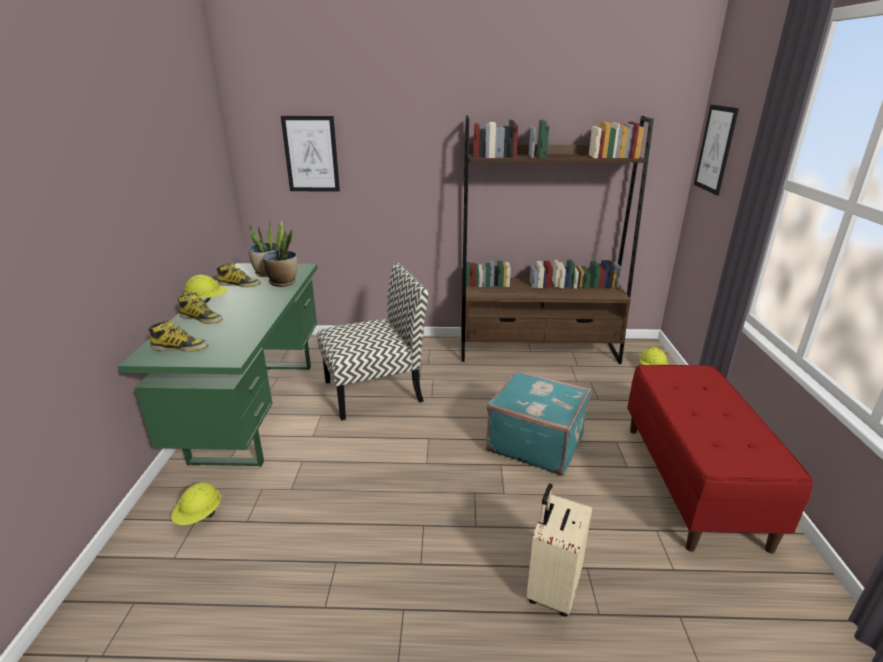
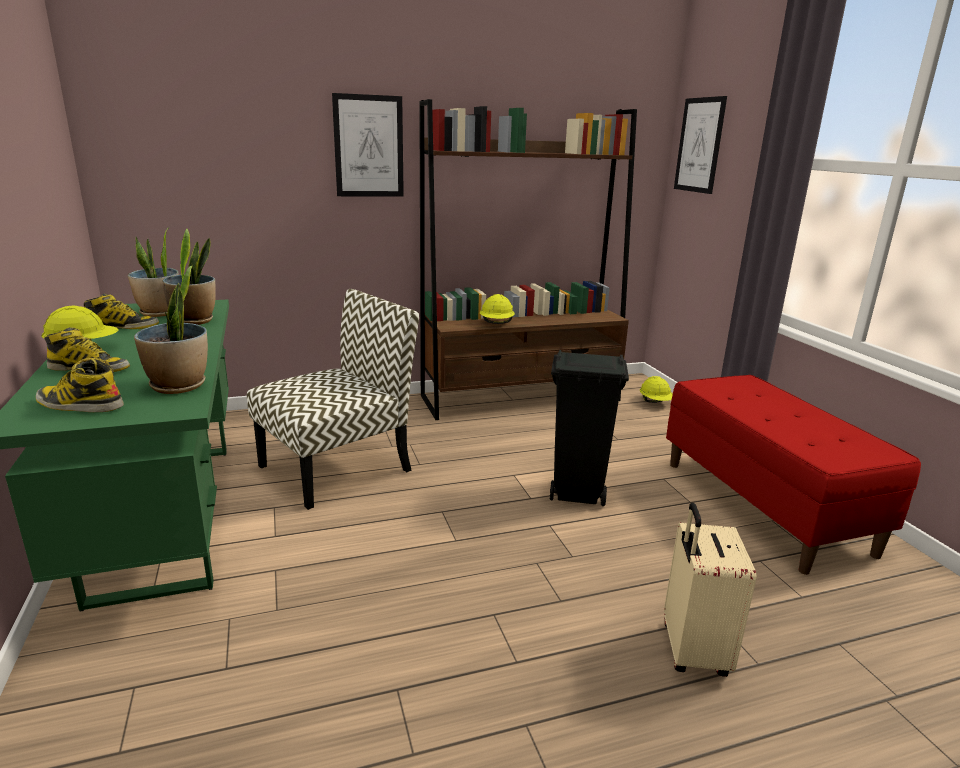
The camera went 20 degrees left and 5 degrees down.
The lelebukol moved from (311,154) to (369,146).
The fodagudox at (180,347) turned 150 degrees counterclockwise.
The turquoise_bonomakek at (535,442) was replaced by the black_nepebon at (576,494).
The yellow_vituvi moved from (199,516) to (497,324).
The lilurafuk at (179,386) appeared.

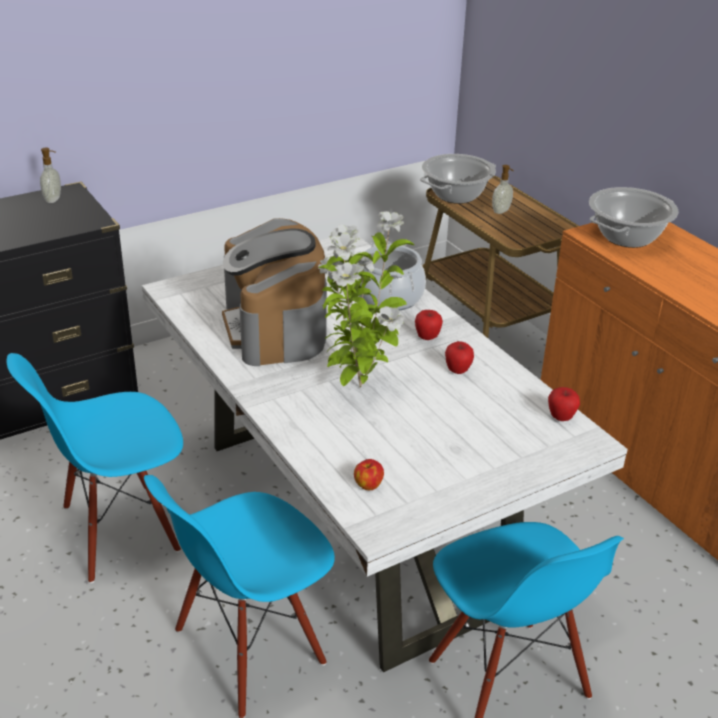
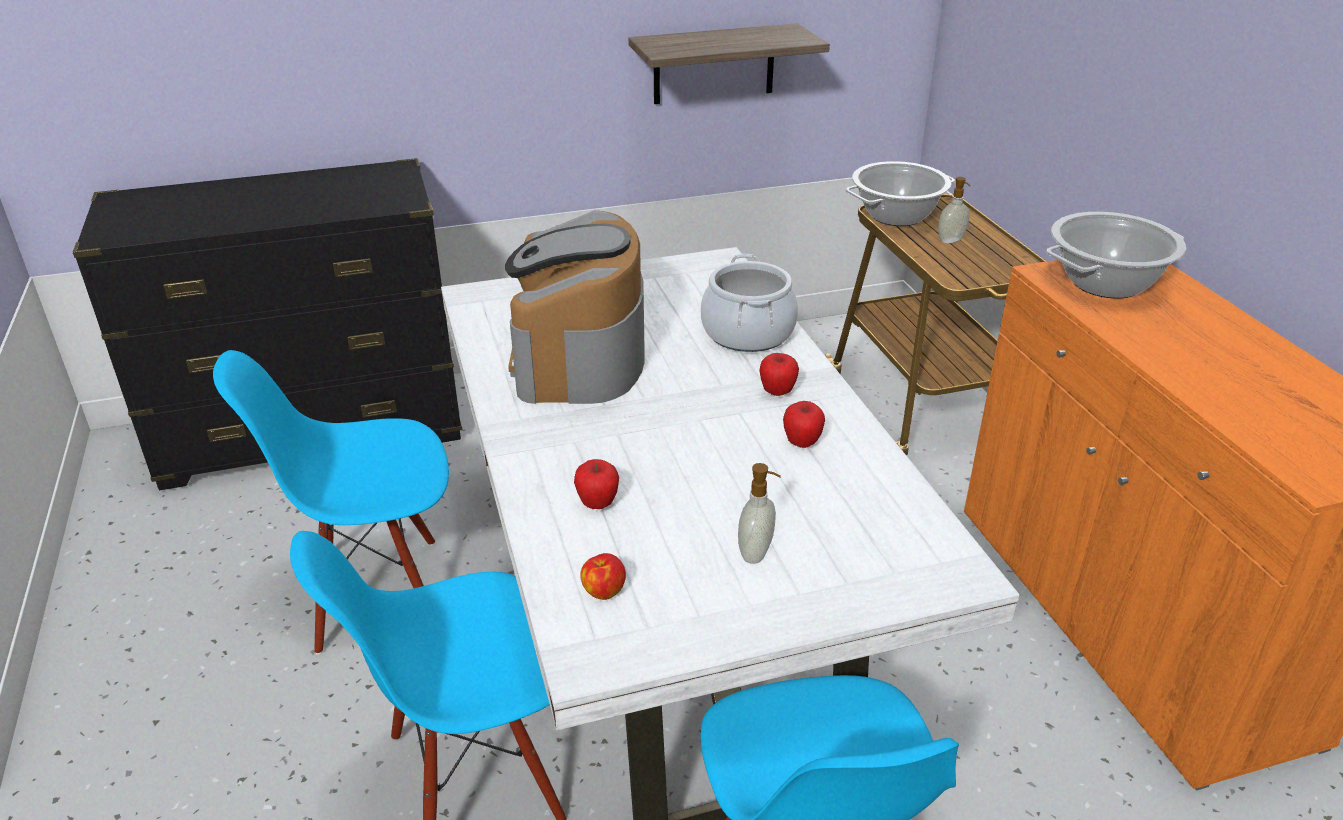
The camera went 15 degrees right and 0 degrees up.
The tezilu moved from (54,199) to (757,552).
The lilurafuk at (357,386) disappeared.
The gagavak moved from (561,418) to (597,504).
The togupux at (714,64) appeared.

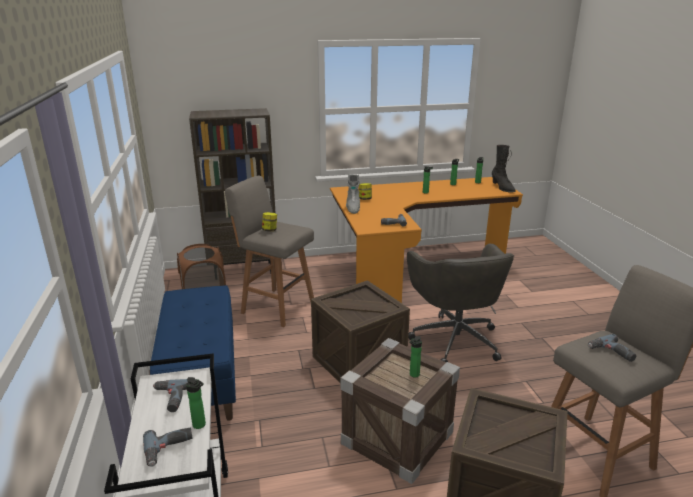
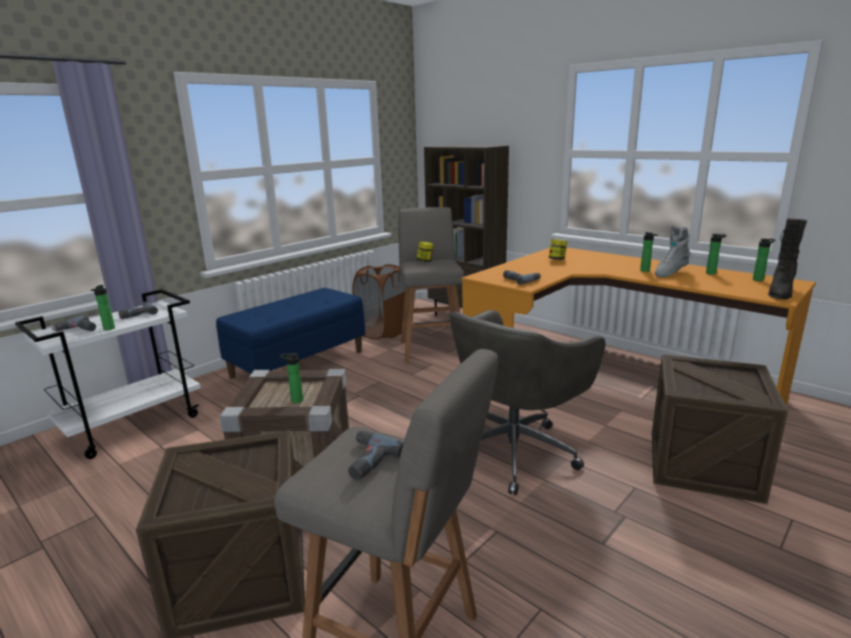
The camera went 55 degrees right and 5 degrees down.
The grey_fodagudox moved from (352,208) to (670,273).
The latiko moved from (358,362) to (703,464).

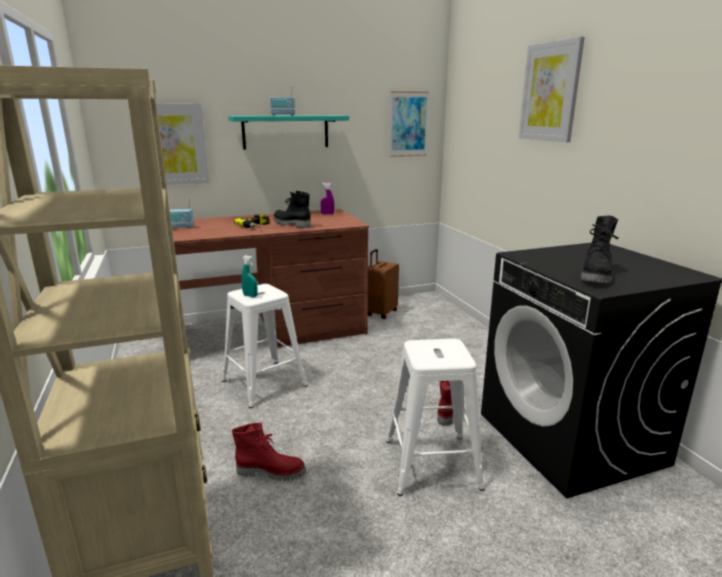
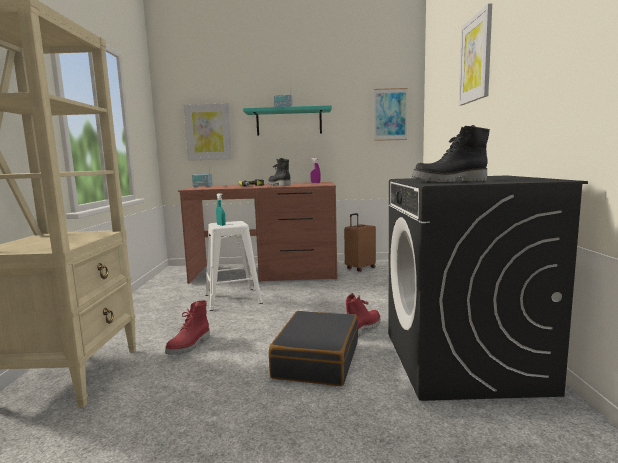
The camera went 20 degrees right and 10 degrees down.
The black_fodagudox at (596,276) turned 45 degrees clockwise.
The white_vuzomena at (433,464) was replaced by the black_bonomakek at (316,359).
The red_fodagudox at (271,471) turned 90 degrees clockwise.

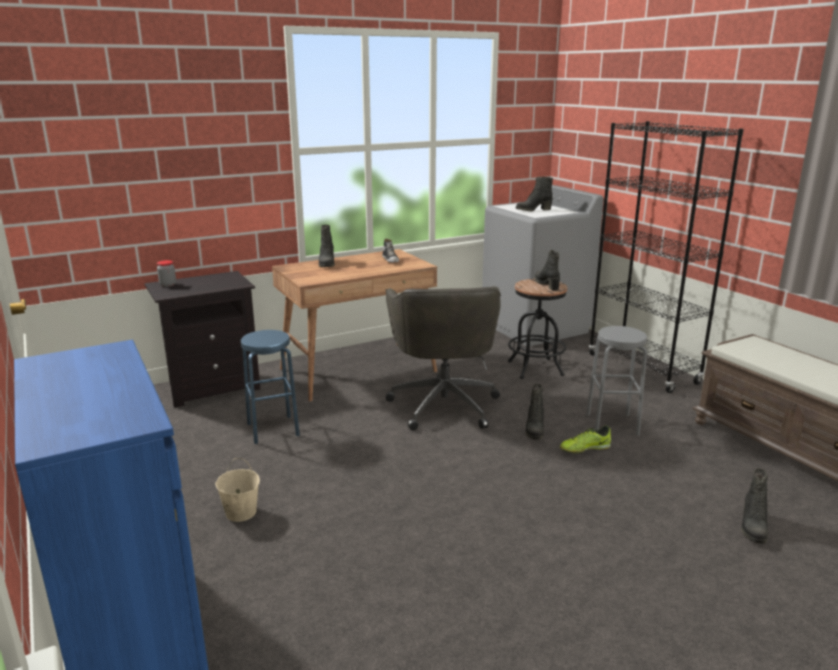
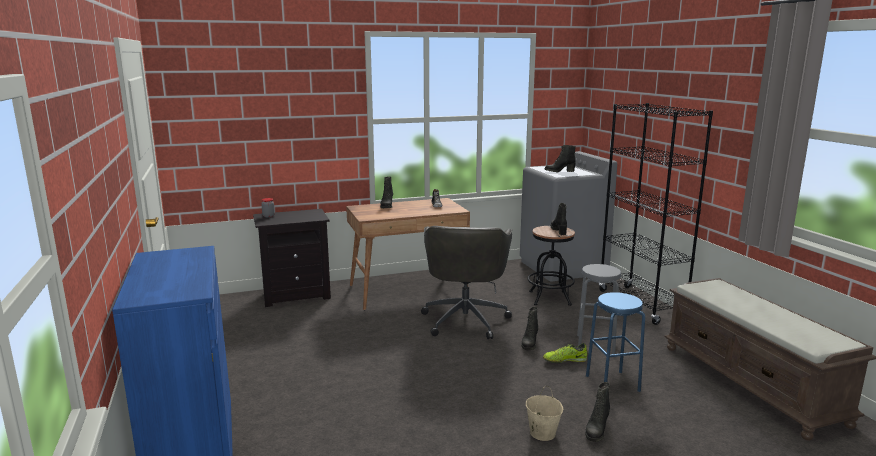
The camera went 10 degrees right and 5 degrees down.
The blue_vuzomena moved from (272,429) to (612,383).
The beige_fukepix moved from (240,512) to (542,433).
The black_fodagudox moved from (752,527) to (596,430).

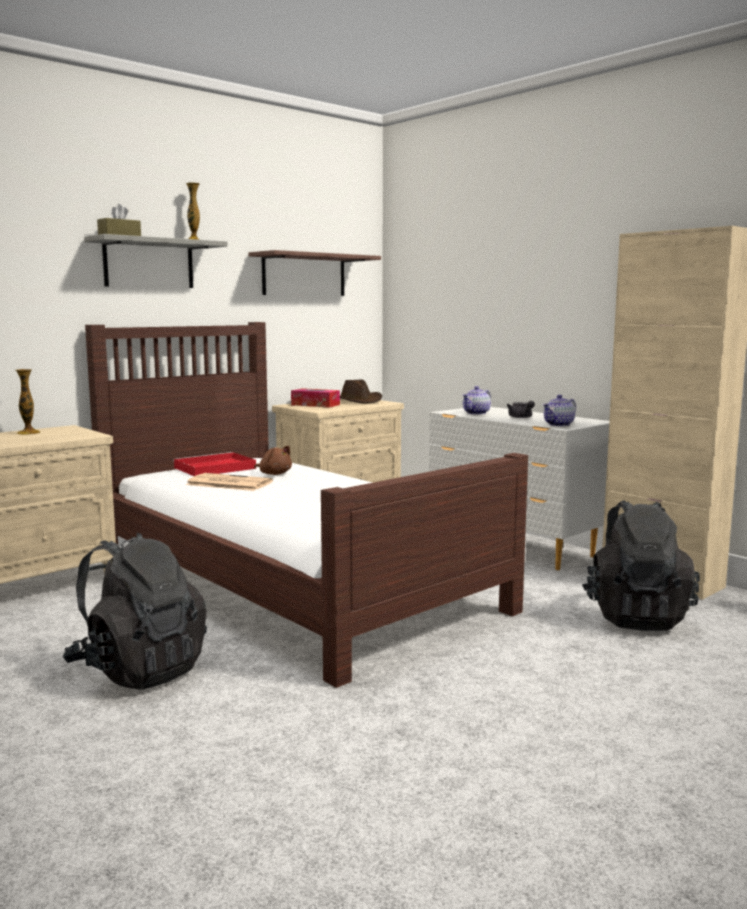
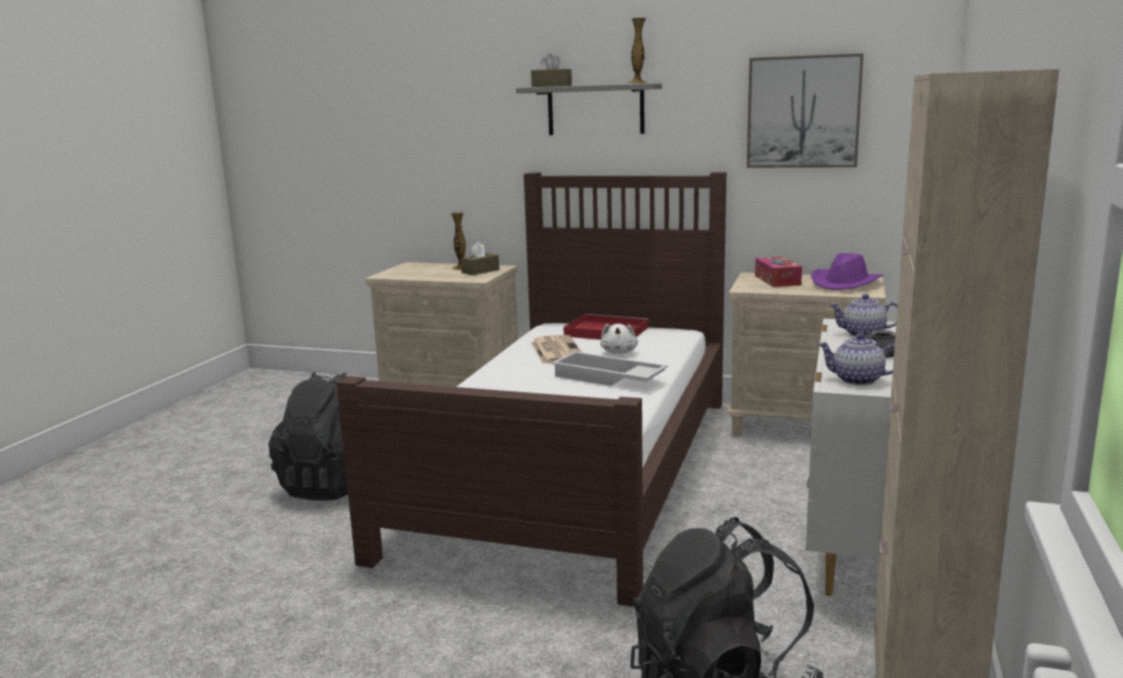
The camera went 60 degrees right and 5 degrees up.
The togupux at (304,275) was replaced by the lelebukol at (803,112).
The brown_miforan at (357,401) became the purple_miforan at (845,283).
The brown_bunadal at (274,474) became the white_bunadal at (619,352).
The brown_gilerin at (480,271) appeared.
The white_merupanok at (607,378) appeared.

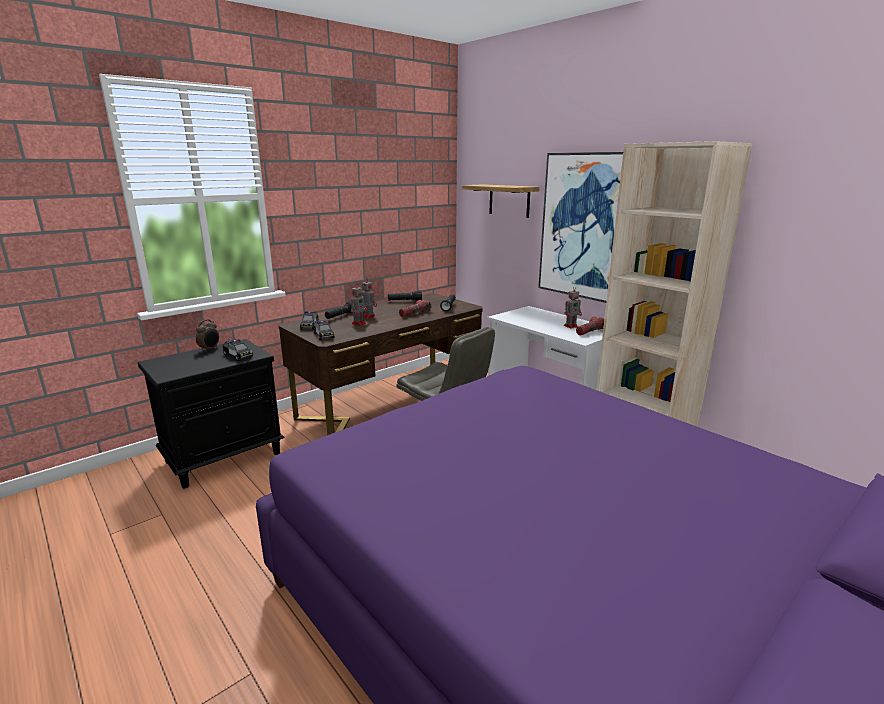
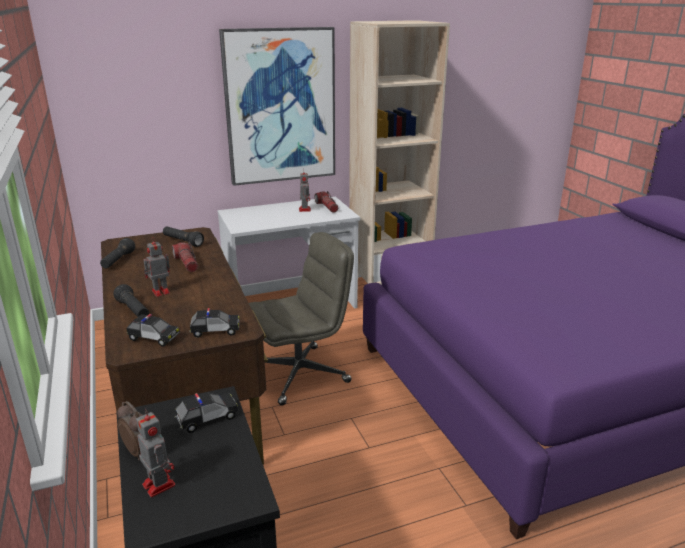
The camera went 70 degrees left and 5 degrees up.
The togupux at (509,200) disappeared.
The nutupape moved from (359,323) to (158,484).

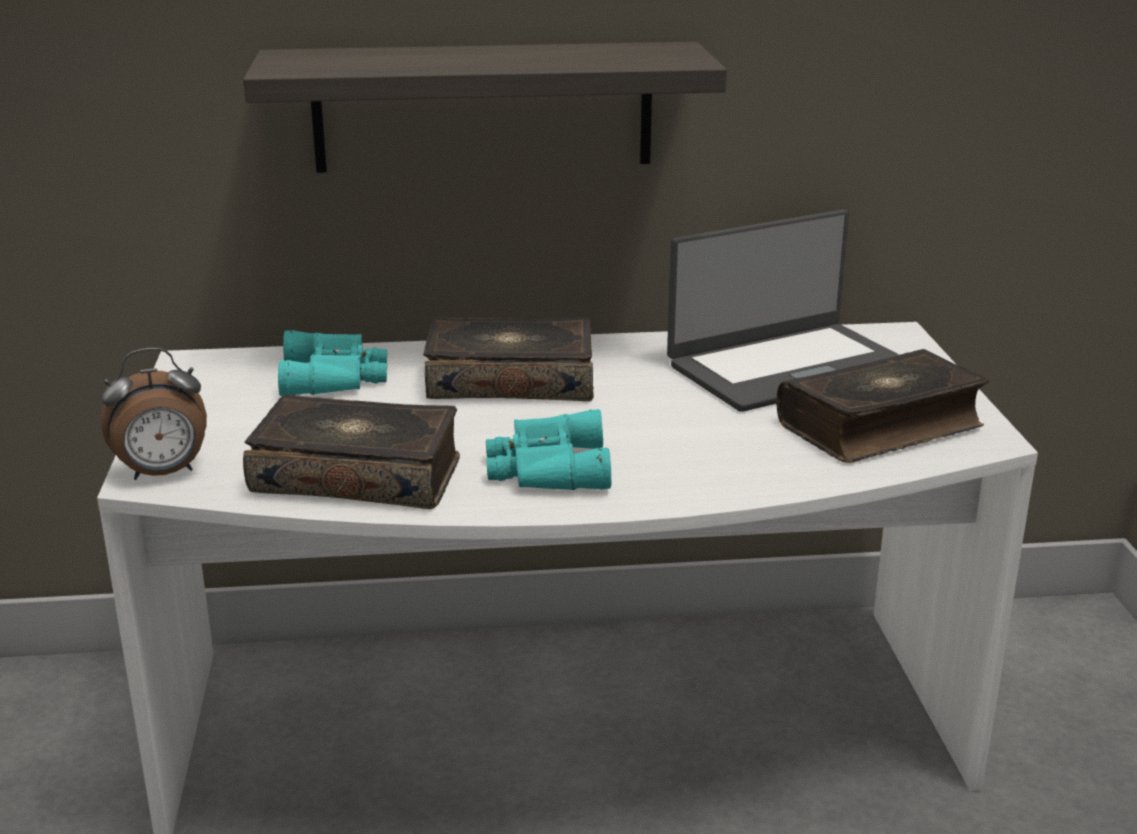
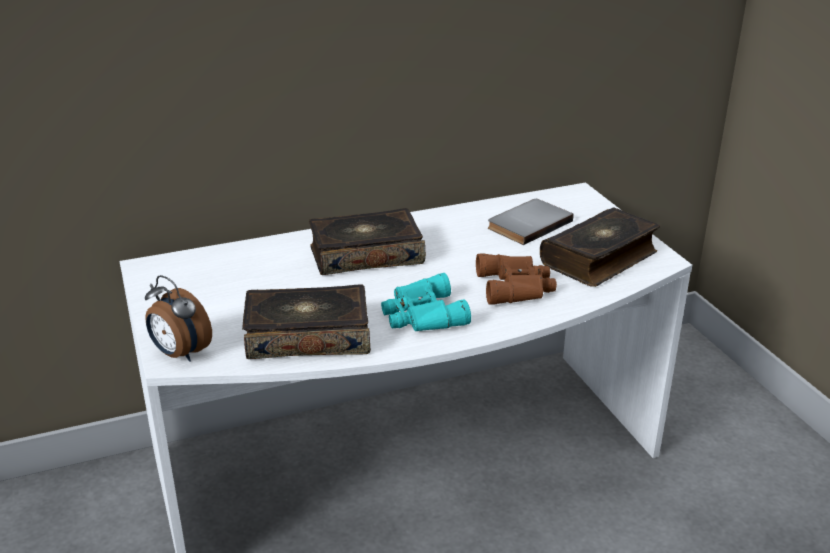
The camera went 15 degrees left and 5 degrees up.
The togupux at (483,107) disappeared.
The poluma at (787,367) was replaced by the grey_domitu at (527,224).
The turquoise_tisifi at (336,377) disappeared.
The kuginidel at (163,473) turned 75 degrees clockwise.
The brown_tisifi at (517,287) appeared.

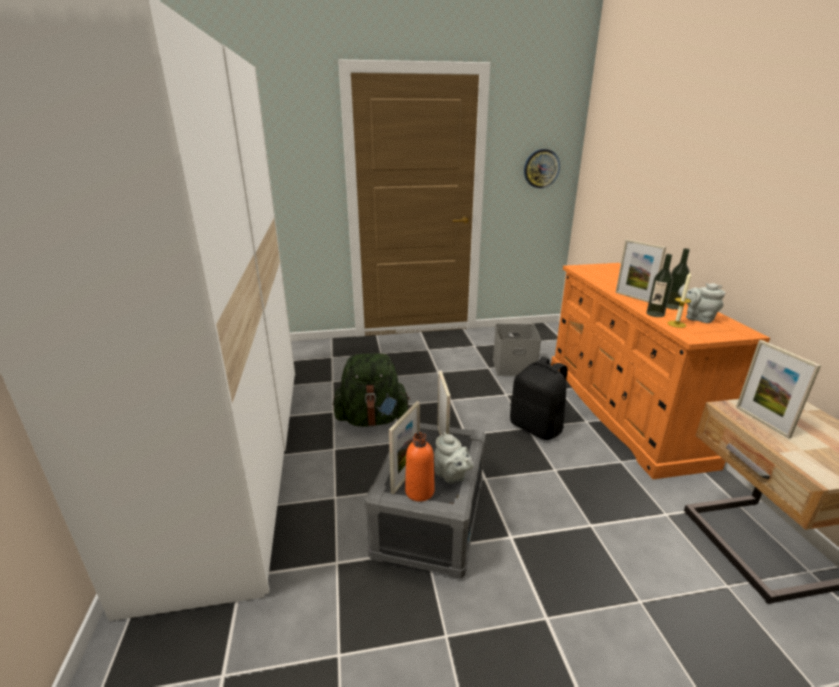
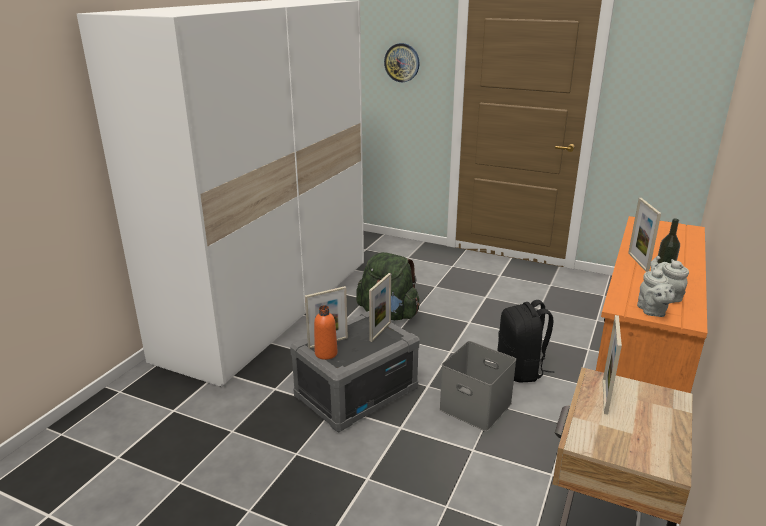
The camera went 35 degrees right and 0 degrees up.
The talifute moved from (541,168) to (402,62).
The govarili at (655,314) disappeared.
The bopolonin at (676,324) disappeared.
The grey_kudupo moved from (514,366) to (477,406).
The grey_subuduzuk moved from (452,476) to (652,311).

